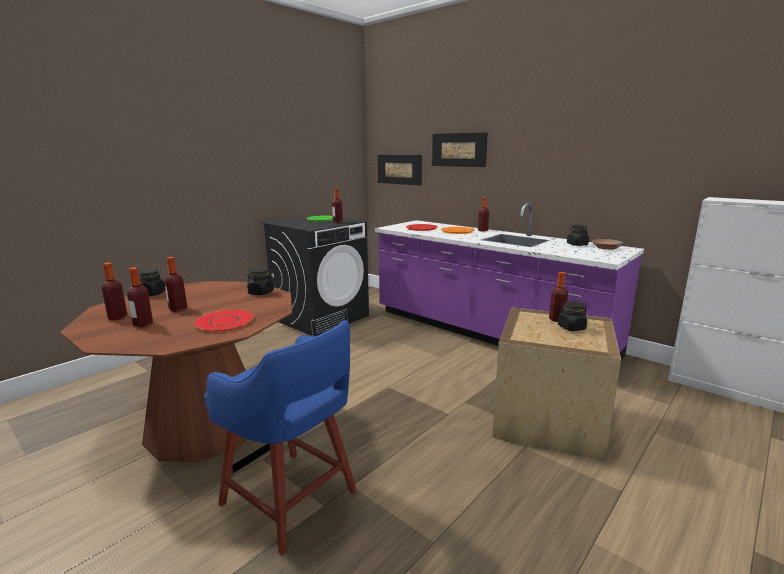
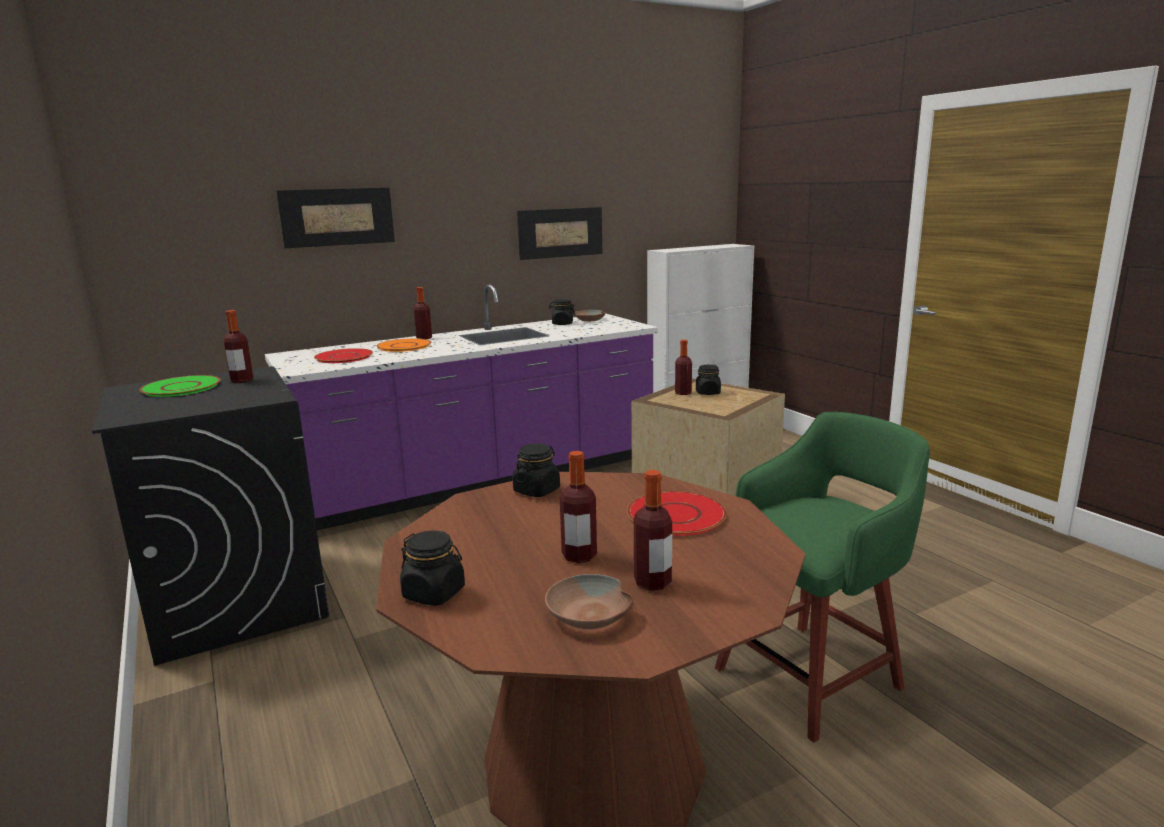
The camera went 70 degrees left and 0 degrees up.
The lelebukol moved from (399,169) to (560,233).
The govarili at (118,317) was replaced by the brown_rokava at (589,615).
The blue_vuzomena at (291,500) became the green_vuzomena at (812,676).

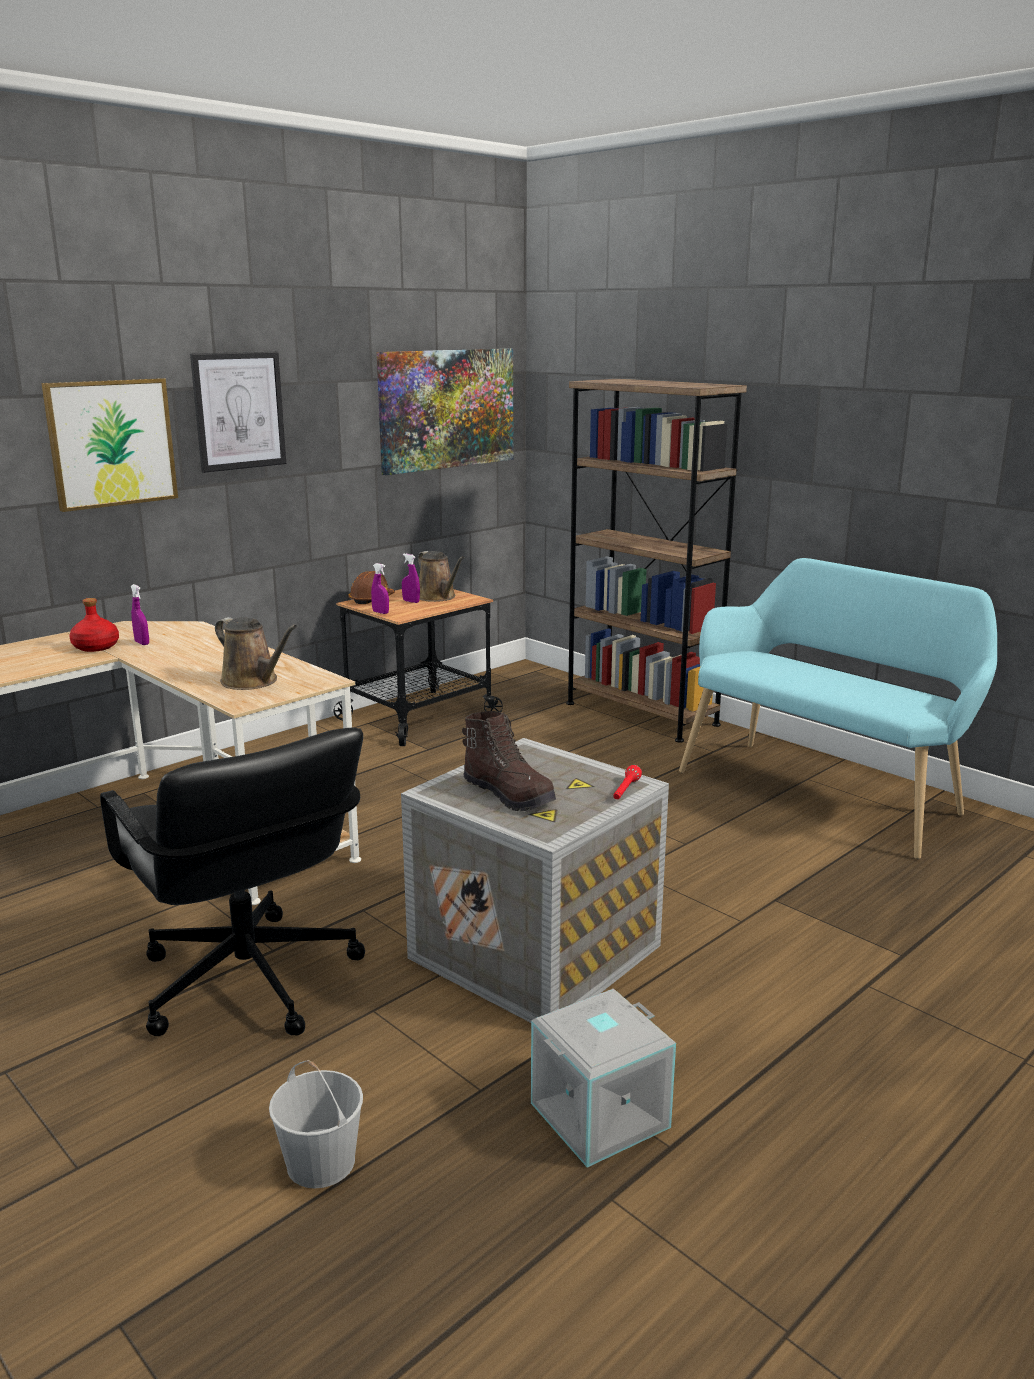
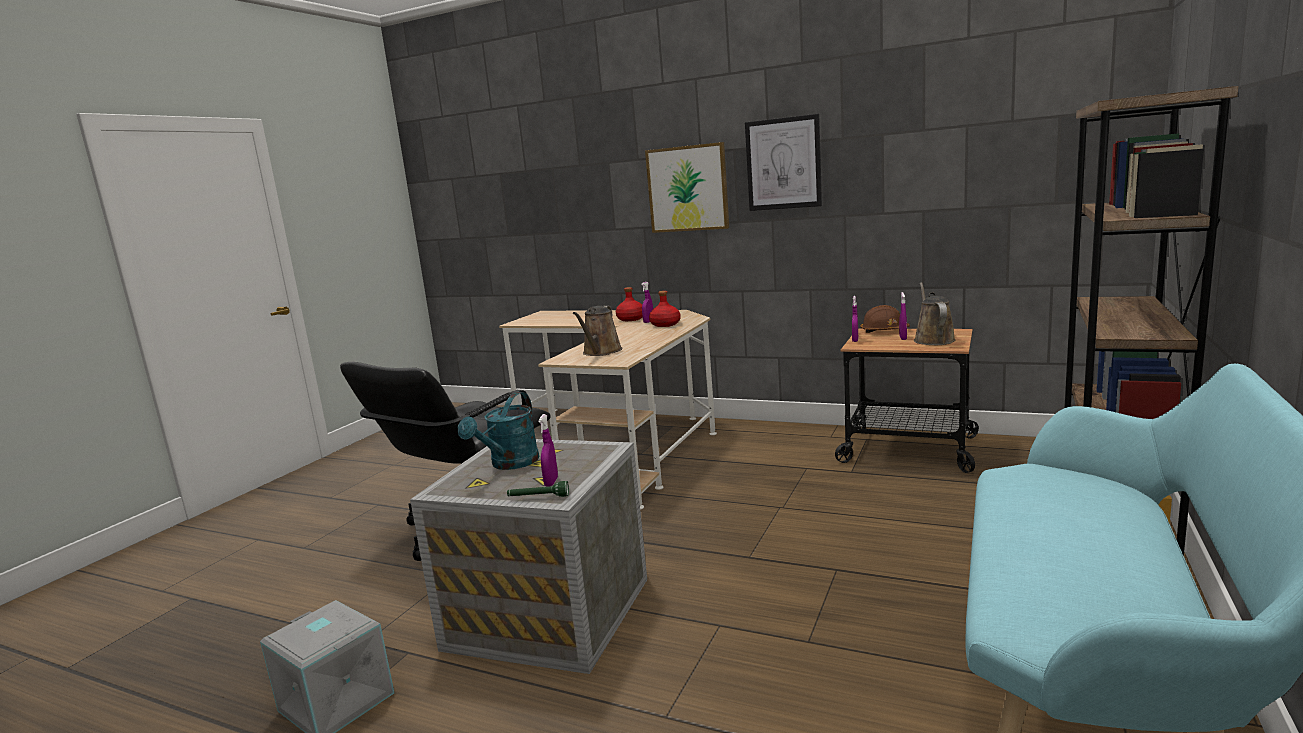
The camera went 70 degrees right and 5 degrees down.
The lelebukol at (447,409) disappeared.
The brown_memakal at (438,597) turned 150 degrees clockwise.
The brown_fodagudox at (509,794) was replaced by the turquoise_memakal at (510,464).
The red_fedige at (625,791) became the green_fedige at (538,497).
The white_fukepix at (319,1161) disappeared.
The red_govarili at (665,324) appeared.
The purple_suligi at (551,482) appeared.

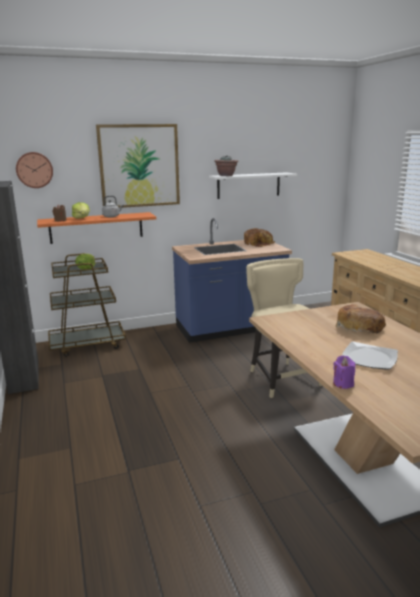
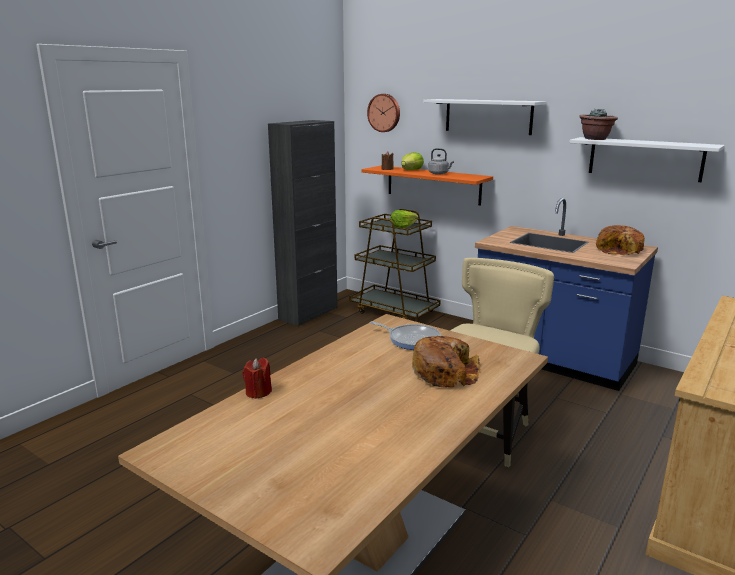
The camera went 55 degrees right and 0 degrees up.
The lelebukol at (139,166) was replaced by the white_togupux at (488,116).
The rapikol at (369,358) disappeared.
The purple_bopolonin at (343,383) became the red_bopolonin at (258,392).
The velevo at (411,339) appeared.

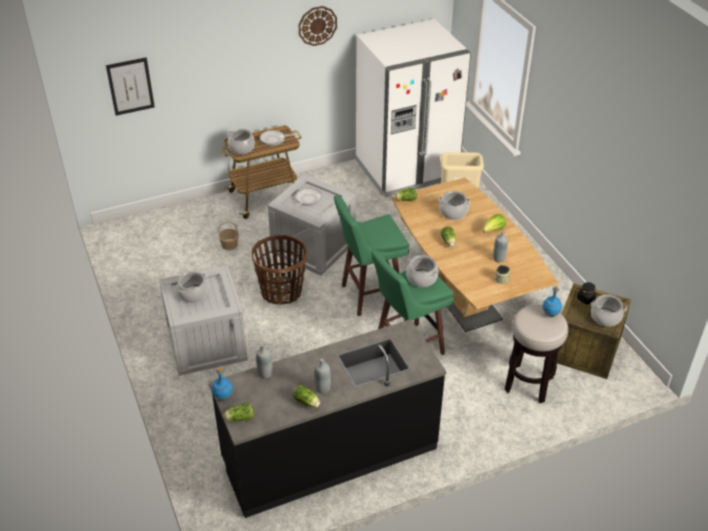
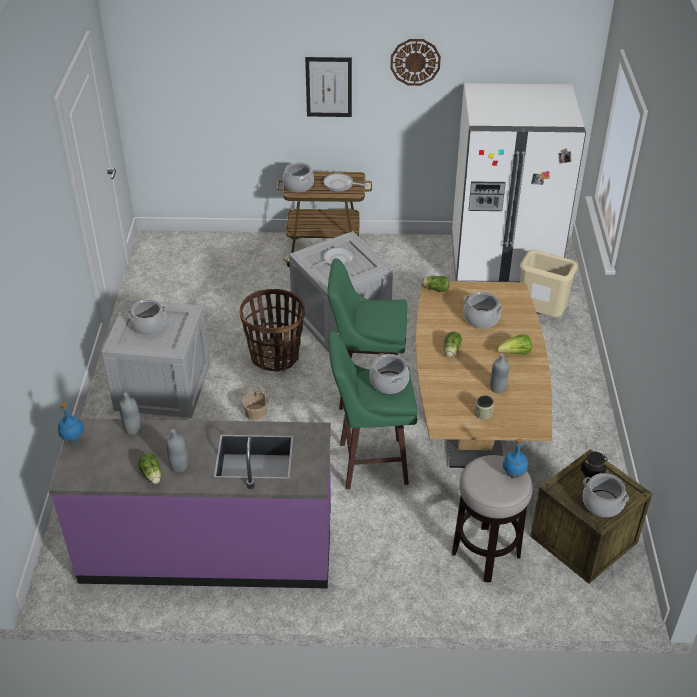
The camera went 25 degrees right and 0 degrees up.
The lelebukol moved from (130,86) to (328,87).
The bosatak moved from (229,245) to (256,413).
The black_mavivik at (329,454) became the purple_mavivik at (208,550).
The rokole at (239,418) disappeared.

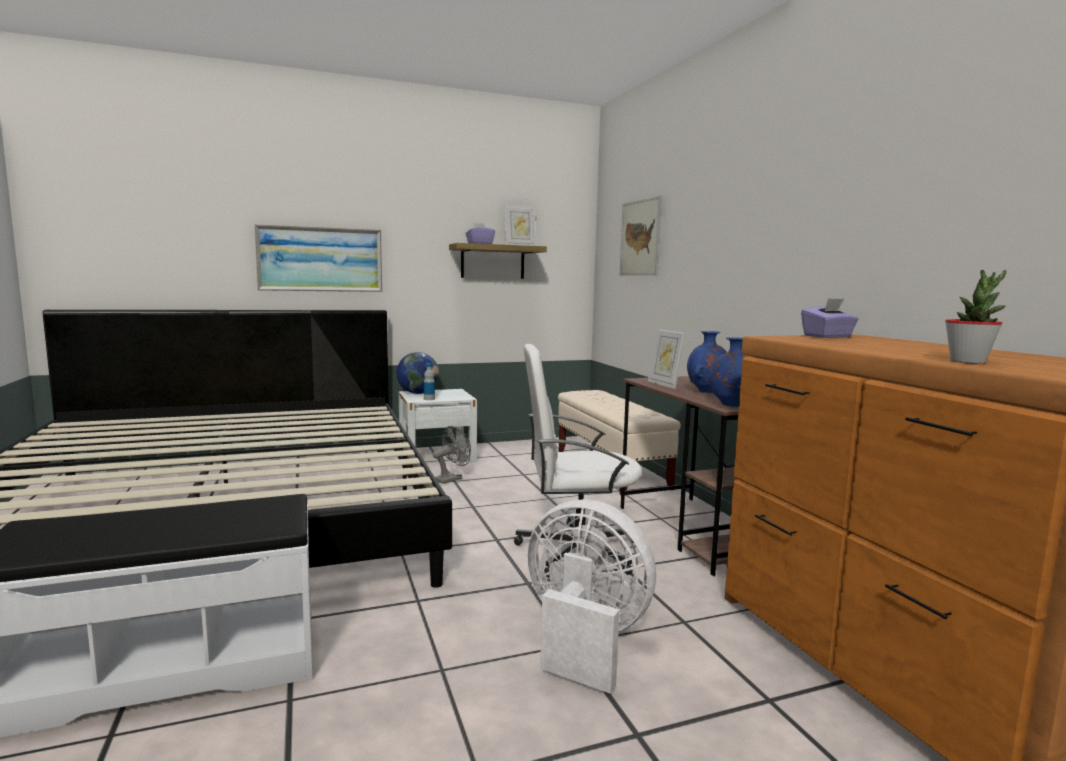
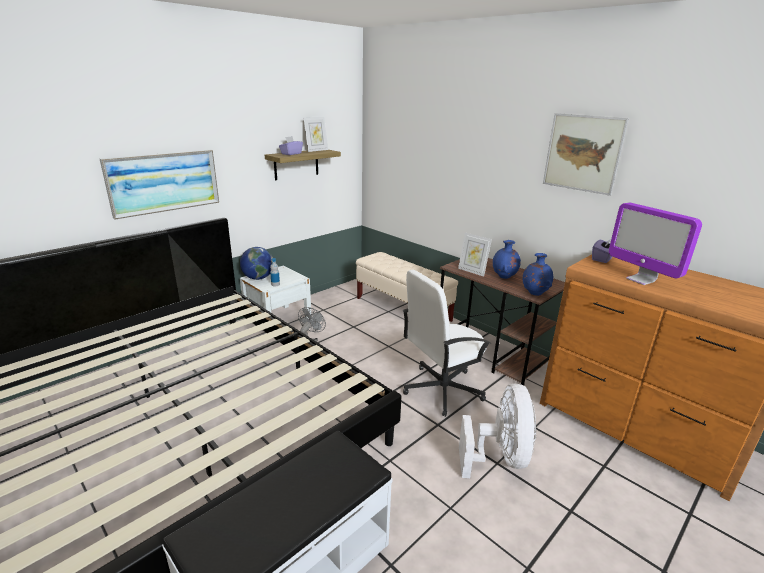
The camera went 25 degrees left and 15 degrees up.
The lelebukol moved from (640,238) to (582,153).
The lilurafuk at (968,361) disappeared.
The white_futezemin at (584,639) turned 90 degrees clockwise.
The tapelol at (640,280) appeared.

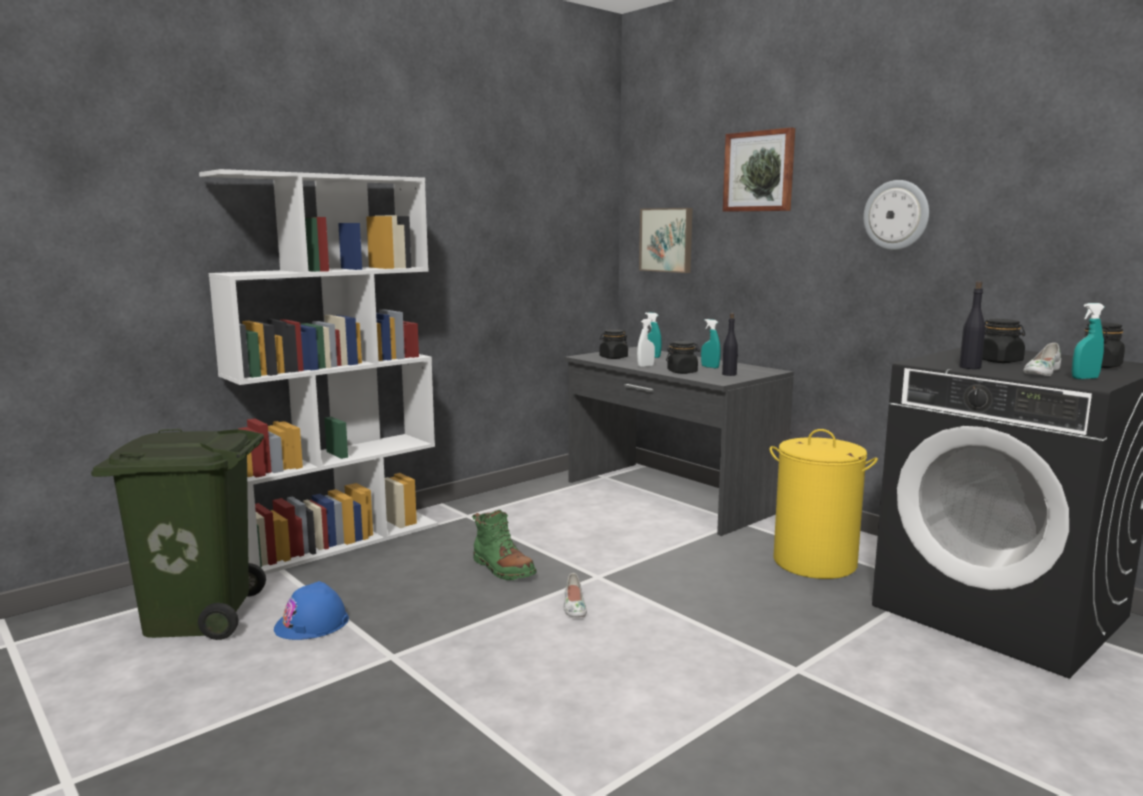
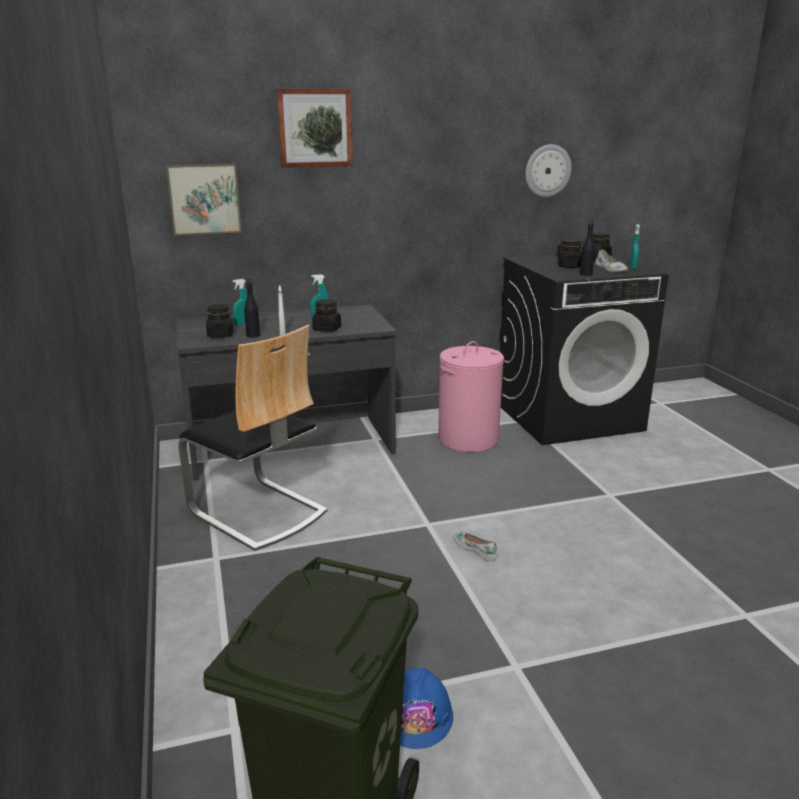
The camera went 65 degrees left and 10 degrees up.
The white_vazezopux at (342,541) disappeared.
The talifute moved from (896,215) to (547,170).
The black_govarili moved from (729,374) to (253,335).
The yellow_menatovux at (815,562) became the pink_menatovux at (468,439).
The green_fodagudox at (503,569) disappeared.
The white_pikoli at (574,606) turned 150 degrees counterclockwise.
The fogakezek at (257,512) appeared.

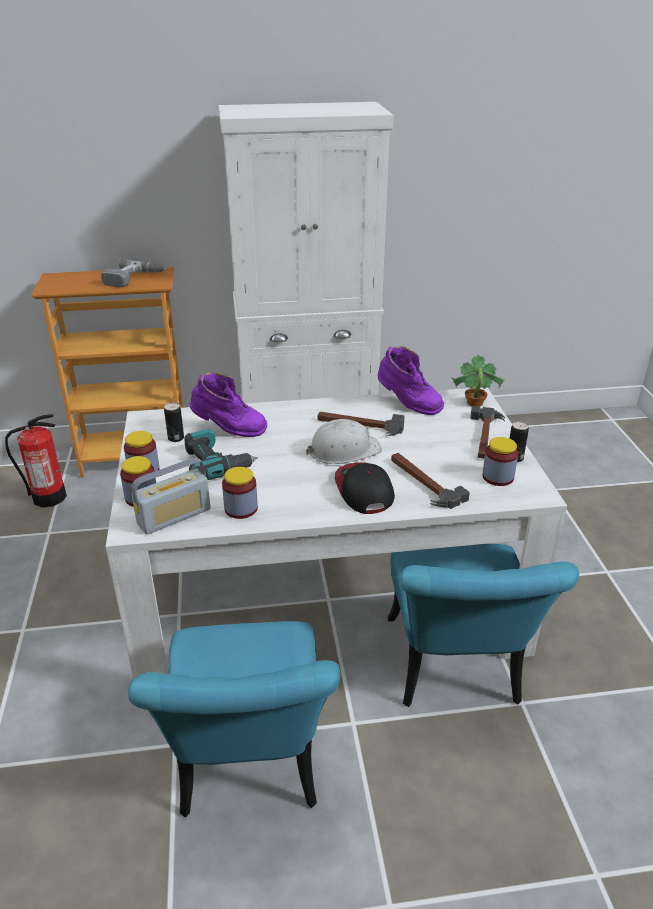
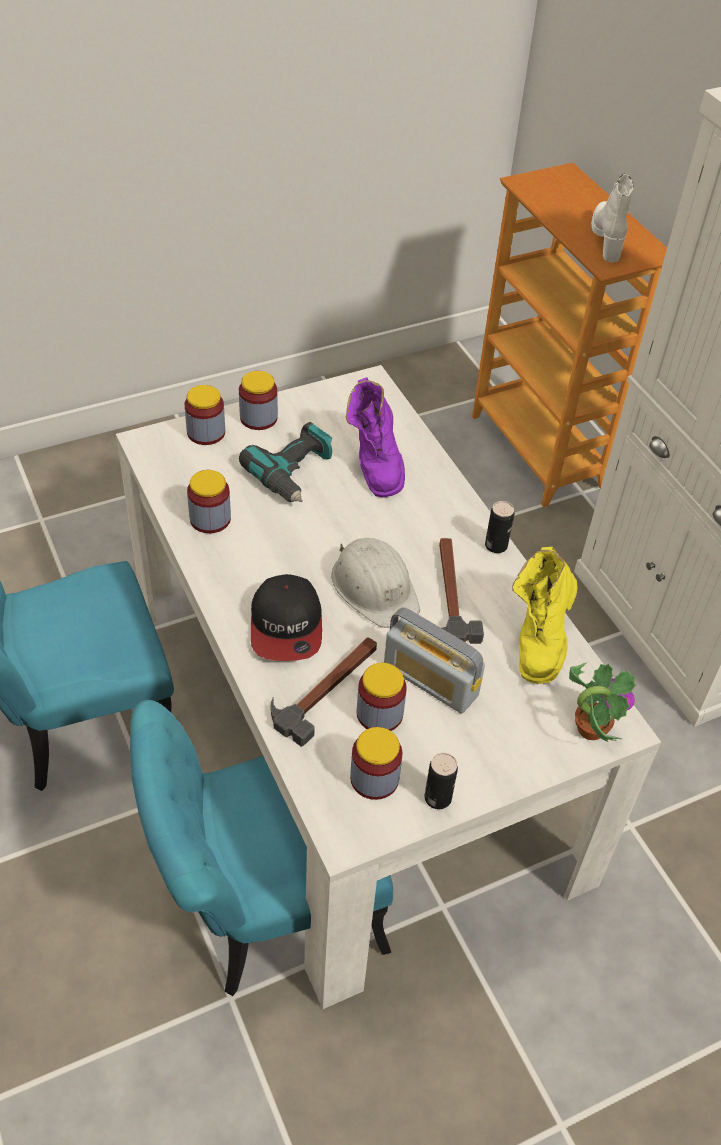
The camera went 70 degrees right and 15 degrees up.
The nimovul at (134,279) was replaced by the white_fodagudox at (607,239).
The purple_fodagudox at (407,404) became the yellow_fodagudox at (540,640).
The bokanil moved from (176,438) to (496,545).
The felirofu at (485,436) disappeared.
The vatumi at (49,497) disappeared.
The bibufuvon moved from (174,516) to (430,680).
The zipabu at (363,490) turned 120 degrees clockwise.
The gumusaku at (379,714) appeared.

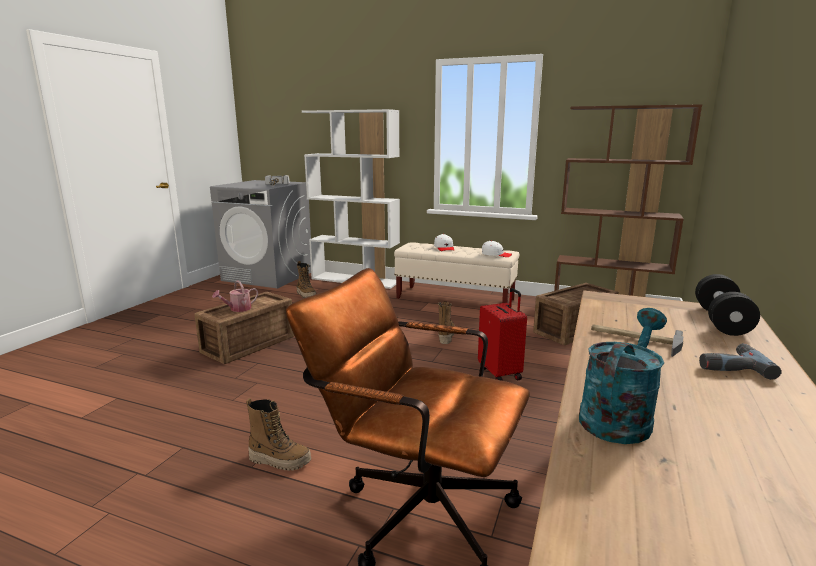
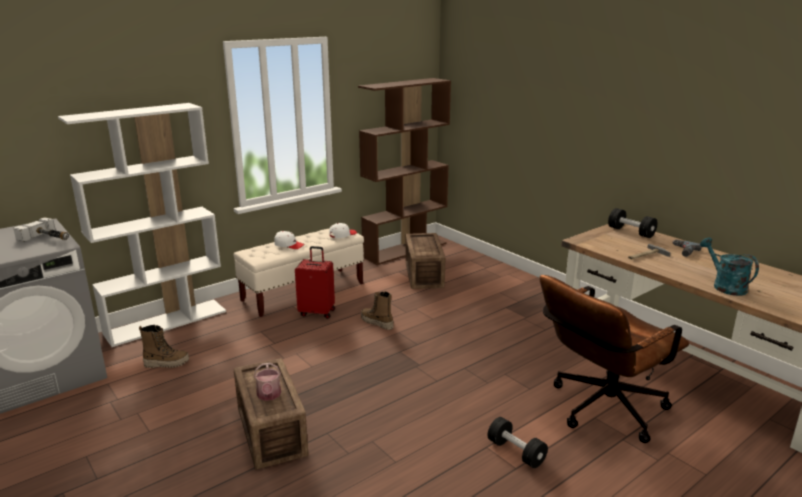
The camera went 60 degrees left and 5 degrees up.
The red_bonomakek moved from (500,373) to (317,312).
The fodagudox at (280,460) was replaced by the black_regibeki at (516,452).

